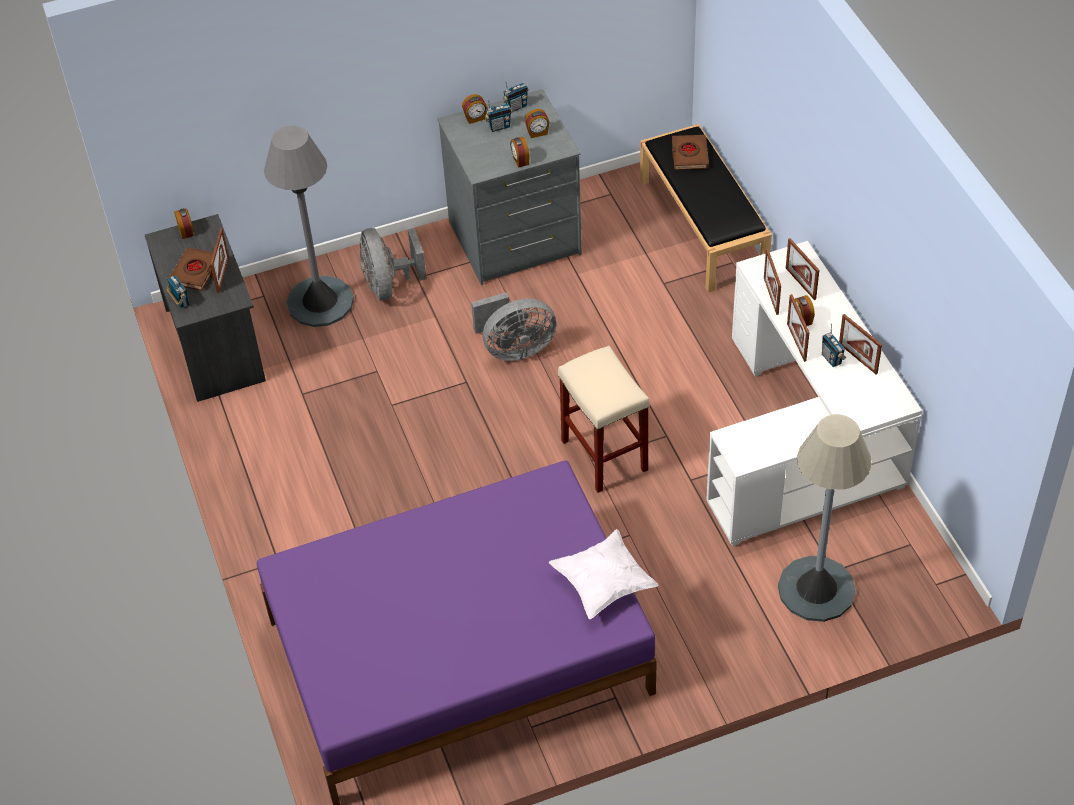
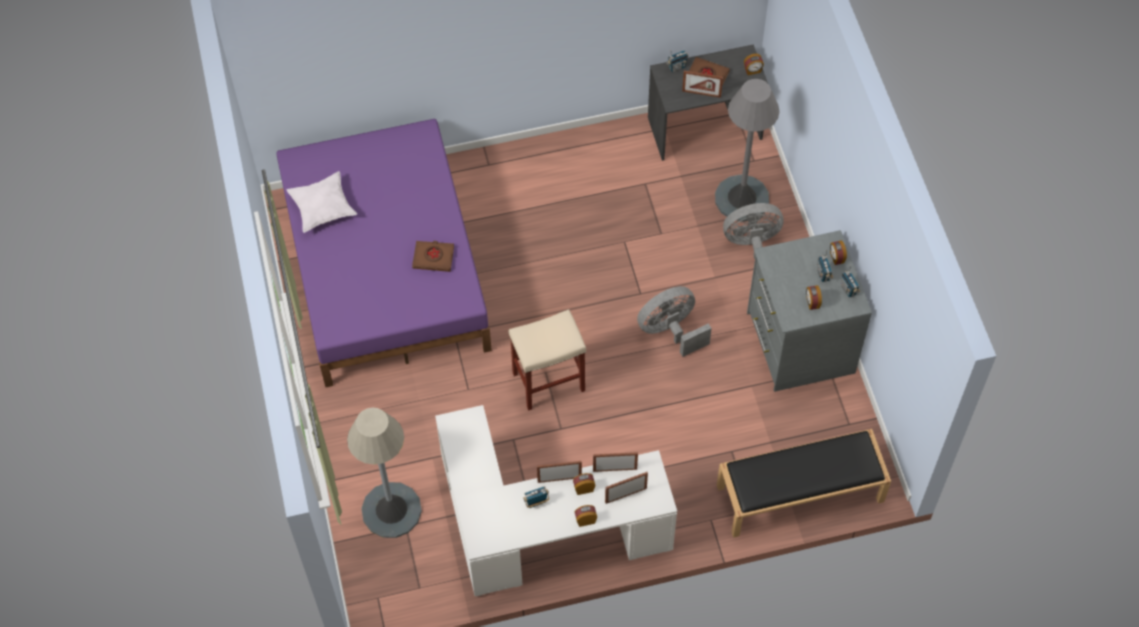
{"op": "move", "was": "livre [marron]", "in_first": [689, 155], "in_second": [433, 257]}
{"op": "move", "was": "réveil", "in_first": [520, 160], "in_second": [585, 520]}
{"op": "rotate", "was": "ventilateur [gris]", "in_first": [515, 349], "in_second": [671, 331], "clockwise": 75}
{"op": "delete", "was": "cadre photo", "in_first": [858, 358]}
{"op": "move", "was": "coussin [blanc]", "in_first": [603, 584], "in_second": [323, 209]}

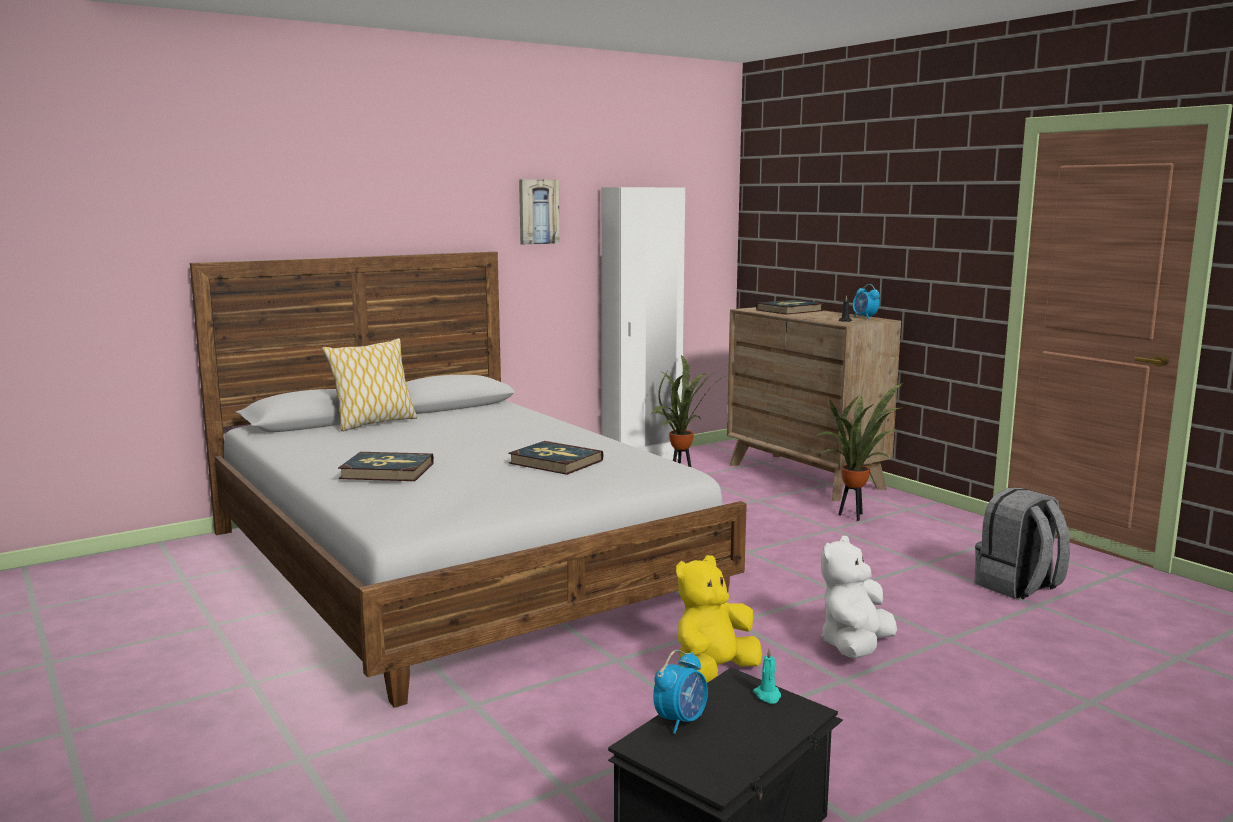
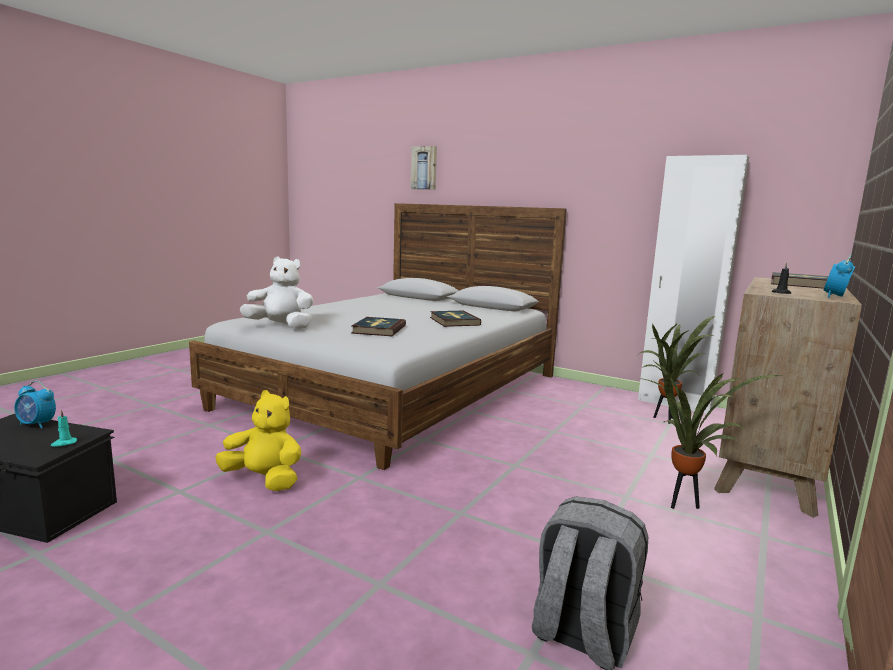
{"op": "move", "was": "tableau", "in_first": [538, 211], "in_second": [424, 168]}
{"op": "delete", "was": "coussin", "in_first": [373, 423]}
{"op": "move", "was": "livre", "in_first": [387, 471], "in_second": [454, 321]}
{"op": "move", "was": "peluche [blanc]", "in_first": [855, 647], "in_second": [281, 326]}

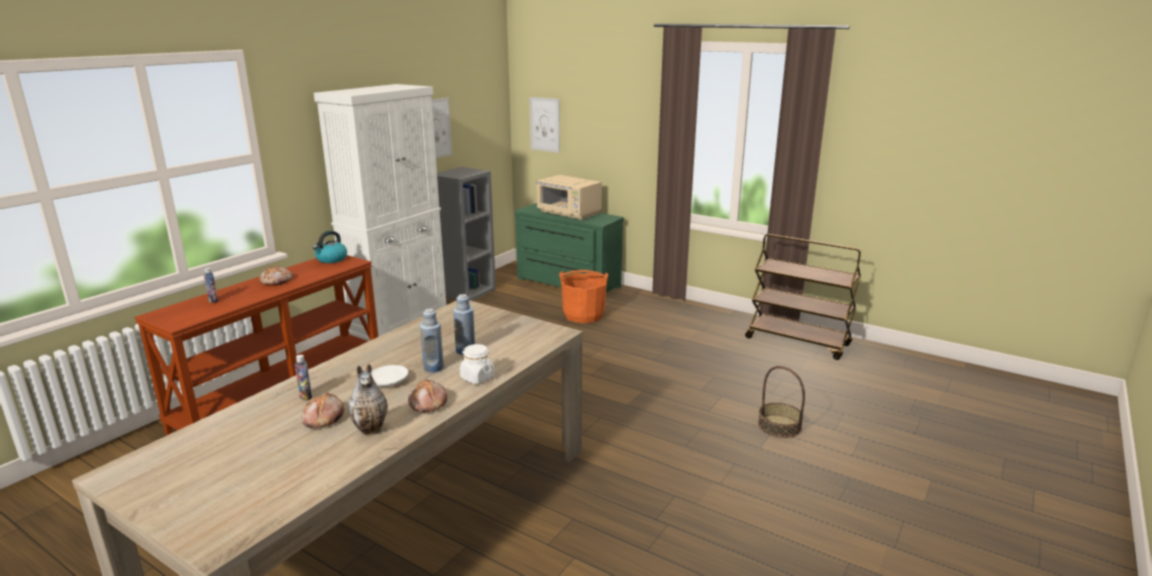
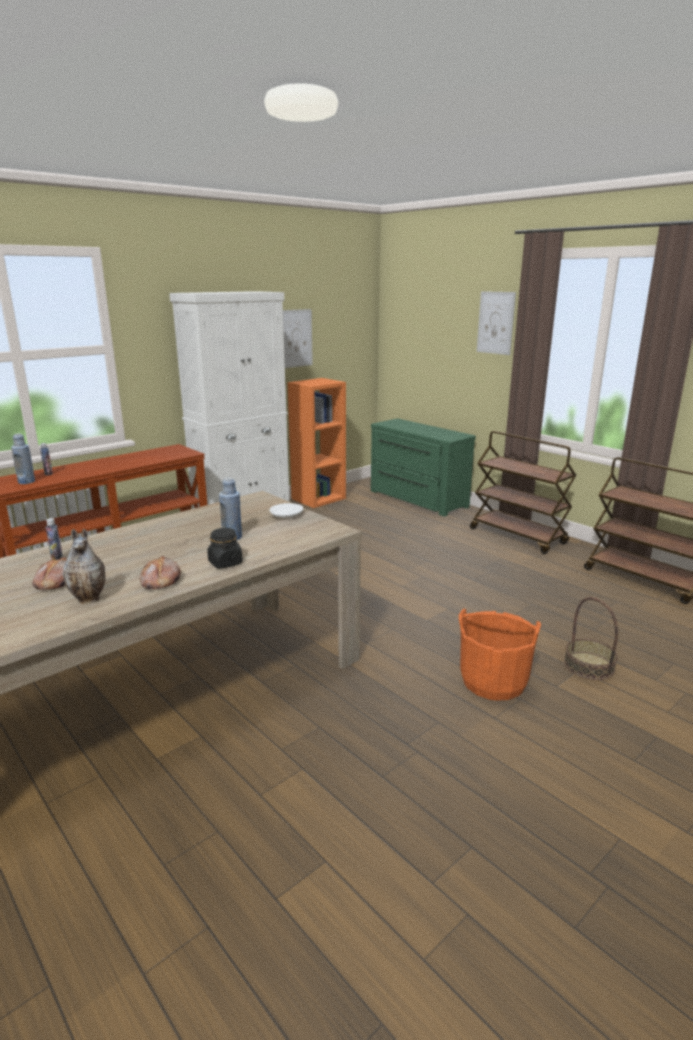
{"op": "move", "was": "tableau", "in_first": [545, 124], "in_second": [495, 323]}
{"op": "recolor", "was": "bibliothèque [gris]", "now": "bibliothèque [orange]", "in_first": [467, 292], "in_second": [318, 498]}
{"op": "delete", "was": "micro-ondes [beige]", "in_first": [569, 214]}
{"op": "delete", "was": "bouilloire", "in_first": [331, 259]}
{"op": "delete", "was": "pain", "in_first": [277, 281]}
{"op": "move", "was": "seau [orange]", "in_first": [583, 315], "in_second": [493, 681]}
{"op": "move", "was": "bouteille [bleu]", "in_first": [433, 368], "in_second": [26, 482]}
{"op": "recolor", "was": "bocal [blanc]", "now": "bocal [noir]", "in_first": [477, 377], "in_second": [225, 563]}
{"op": "move", "was": "assiette [blanc]", "in_first": [388, 381], "in_second": [286, 515]}
{"op": "insert", "now": "chariot [marron]", "in_second": [518, 536]}

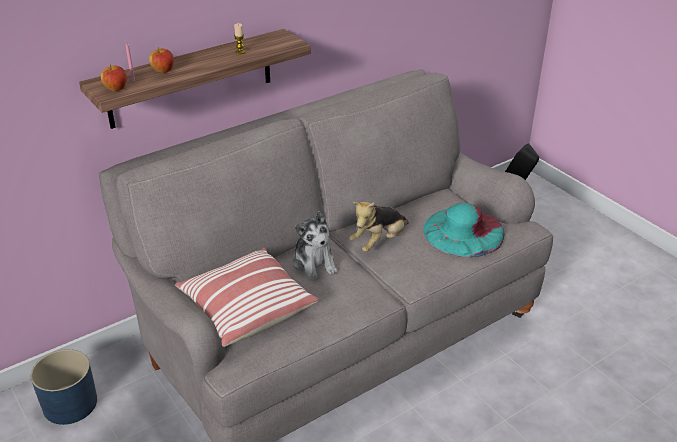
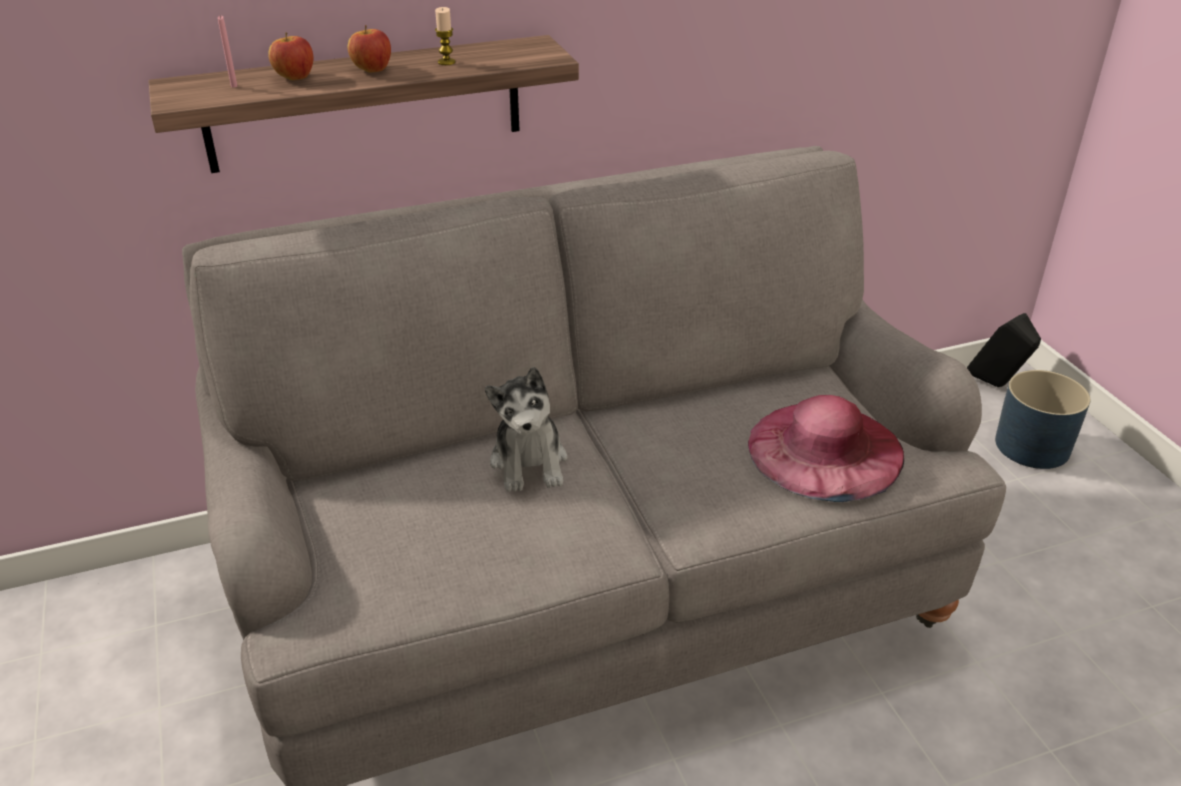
{"op": "move", "was": "pomme", "in_first": [116, 89], "in_second": [372, 70]}
{"op": "delete", "was": "peluche", "in_first": [379, 241]}
{"op": "recolor", "was": "chapeau [turquoise]", "now": "chapeau [rose]", "in_first": [463, 231], "in_second": [825, 450]}
{"op": "delete", "was": "coussin", "in_first": [246, 308]}
{"op": "move", "was": "cache-pot [bleu]", "in_first": [70, 403], "in_second": [1031, 446]}

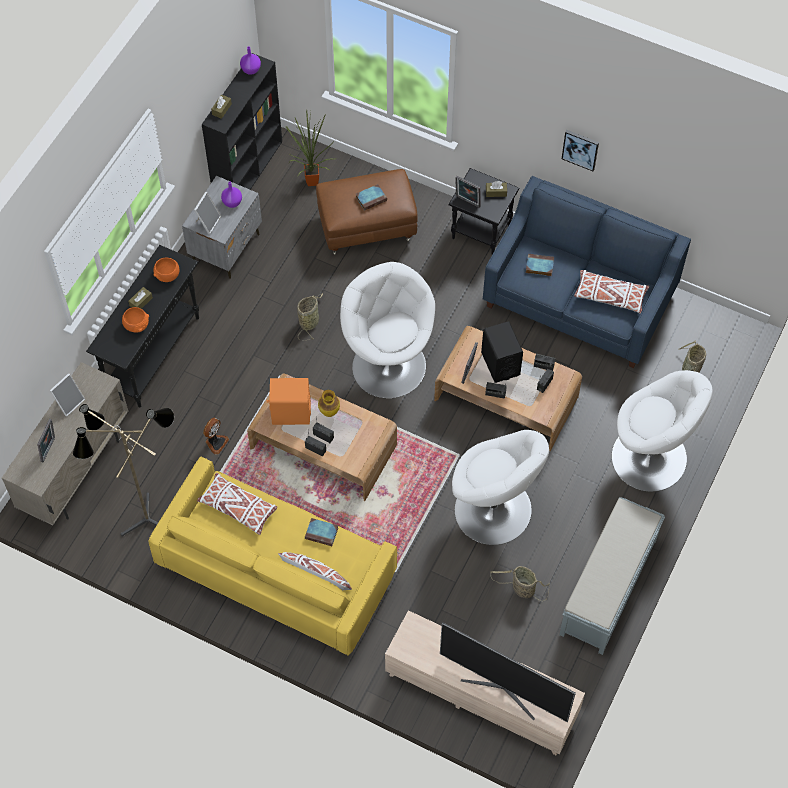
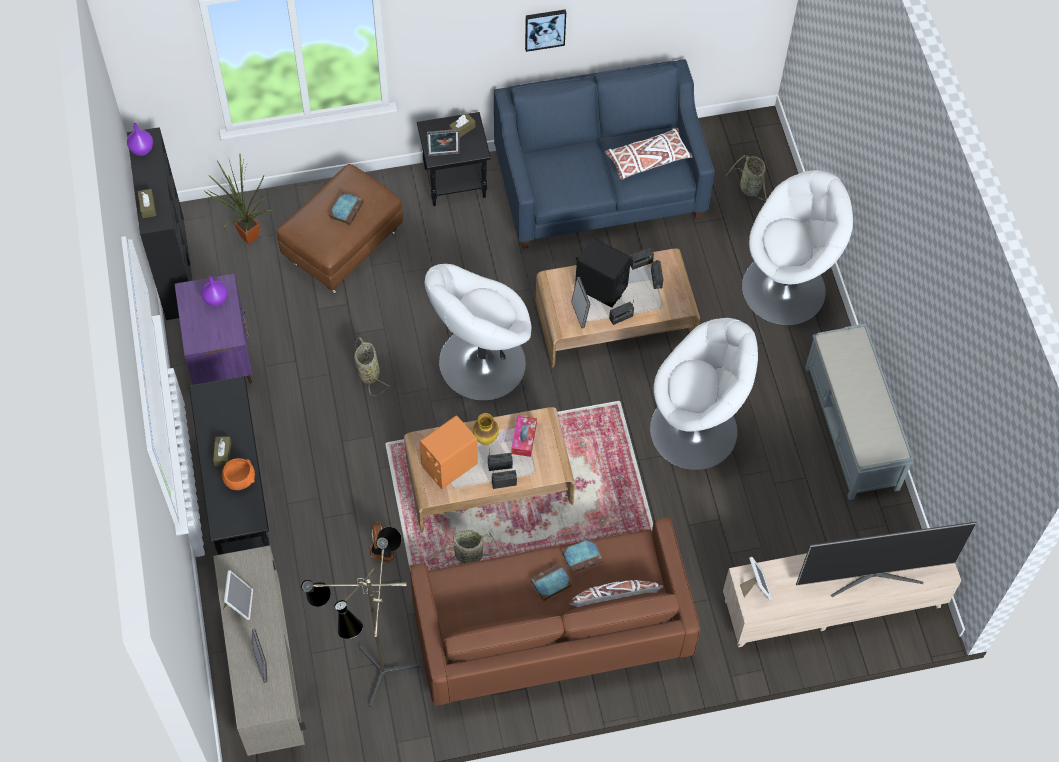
{"op": "recolor", "was": "table de chevet [gris]", "now": "table de chevet [violet]", "in_first": [227, 248], "in_second": [221, 356]}
{"op": "move", "was": "cadre photo", "in_first": [207, 222], "in_second": [755, 587]}
{"op": "move", "was": "livre", "in_first": [539, 266], "in_second": [550, 584]}
{"op": "delete", "was": "bol [orange]", "in_first": [167, 275]}
{"op": "rotate", "was": "fauteuil [blanc]", "in_first": [388, 365], "in_second": [480, 363], "clockwise": -60}
{"op": "recolor", "was": "canapé [jaune]", "now": "canapé [marron]", "in_first": [277, 571], "in_second": [551, 629]}
{"op": "delete", "was": "coussin [blanc]", "in_first": [238, 507]}
{"op": "move", "was": "panier", "in_first": [521, 589], "in_second": [466, 556]}
{"op": "insert", "now": "boîte à mouchoirs", "in_second": [524, 439]}

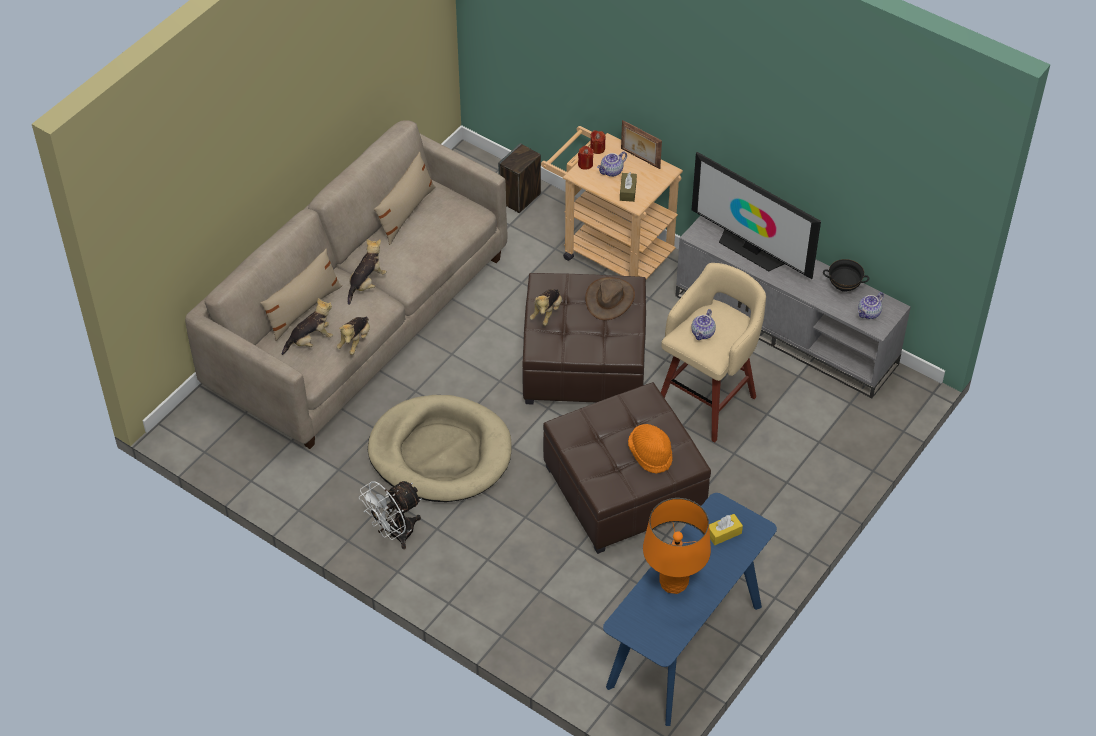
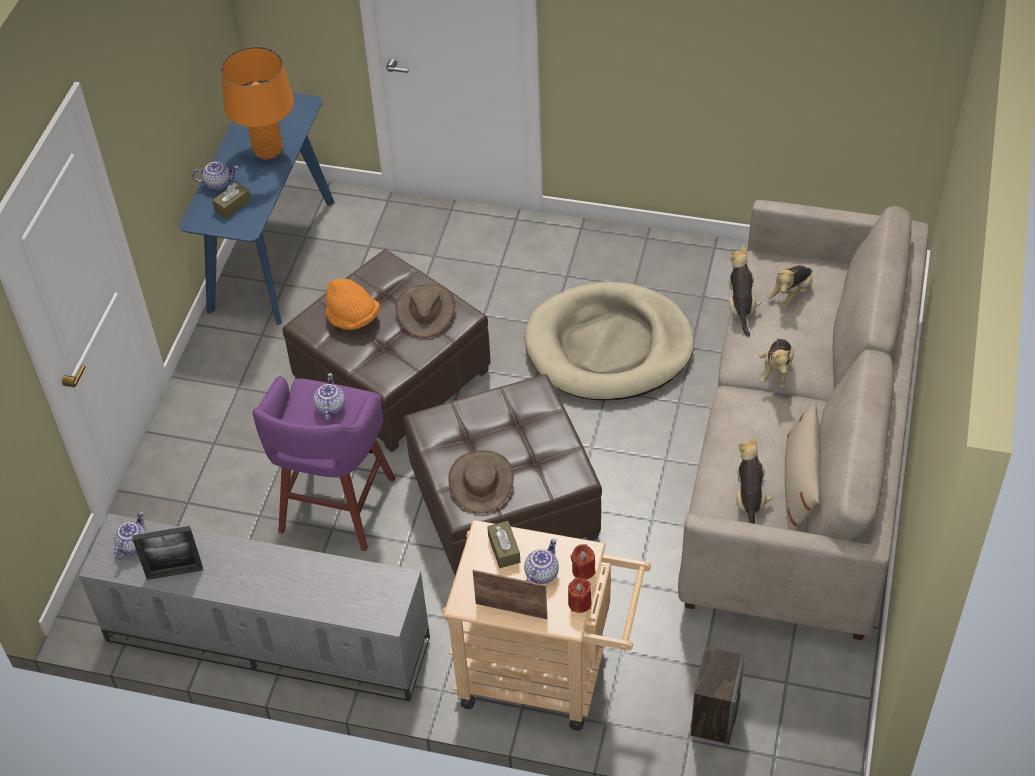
{"op": "delete", "was": "téléviseur", "in_first": [751, 249]}
{"op": "delete", "was": "coussin [beige]", "in_first": [303, 309]}
{"op": "replace", "was": "bol [noir]", "now": "cadre photo", "in_first": [843, 287], "in_second": [174, 572]}
{"op": "recolor", "was": "tabouret [beige]", "now": "tabouret [violet]", "in_first": [708, 400], "in_second": [335, 508]}
{"op": "move", "was": "peluche", "in_first": [547, 313], "in_second": [749, 500]}
{"op": "delete", "was": "ventilateur [blanc]", "in_first": [394, 534]}
{"op": "recolor", "was": "boîte à mouchoirs [jaune]", "now": "boîte à mouchoirs [marron]", "in_first": [724, 533], "in_second": [232, 205]}
{"op": "insert", "now": "théière", "in_second": [218, 183]}
{"op": "insert", "now": "chapeau [marron]", "in_second": [425, 311]}

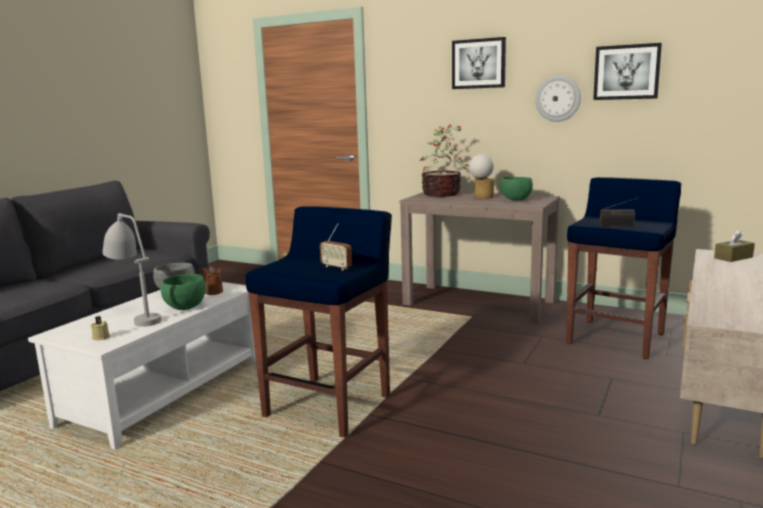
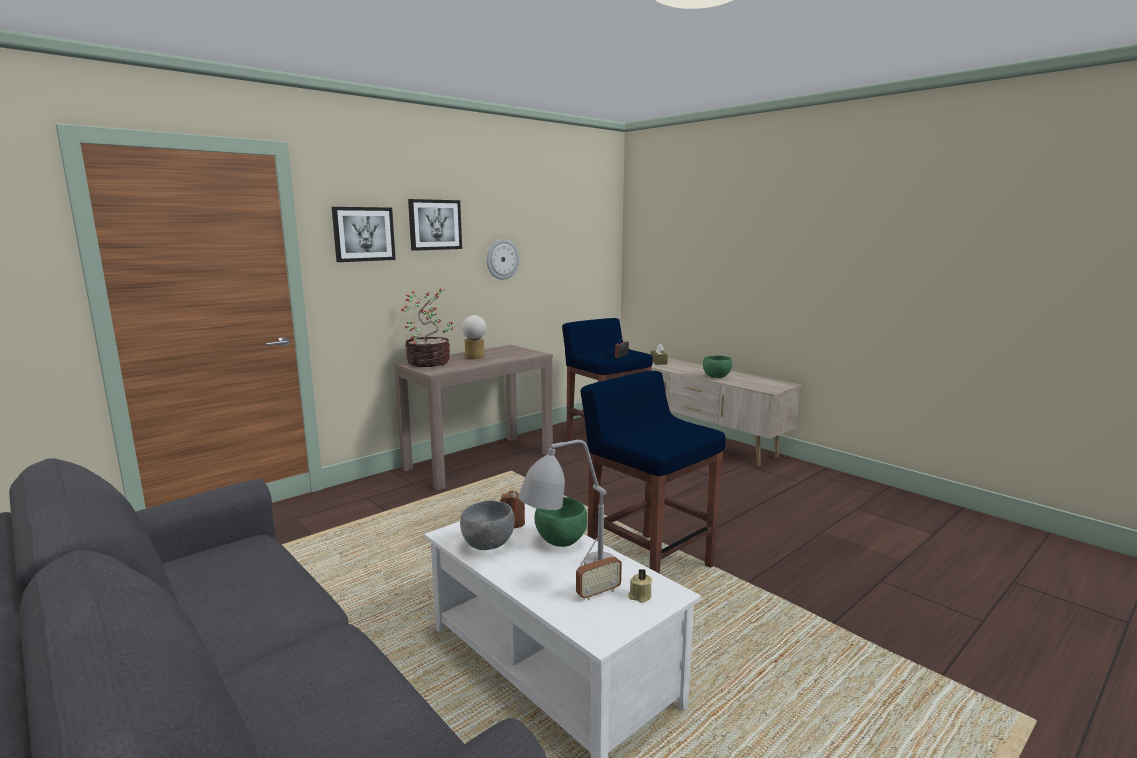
{"op": "move", "was": "tableau", "in_first": [626, 72], "in_second": [363, 234]}
{"op": "move", "was": "bol [vert]", "in_first": [516, 200], "in_second": [717, 377]}
{"op": "move", "was": "radio", "in_first": [336, 267], "in_second": [598, 593]}

